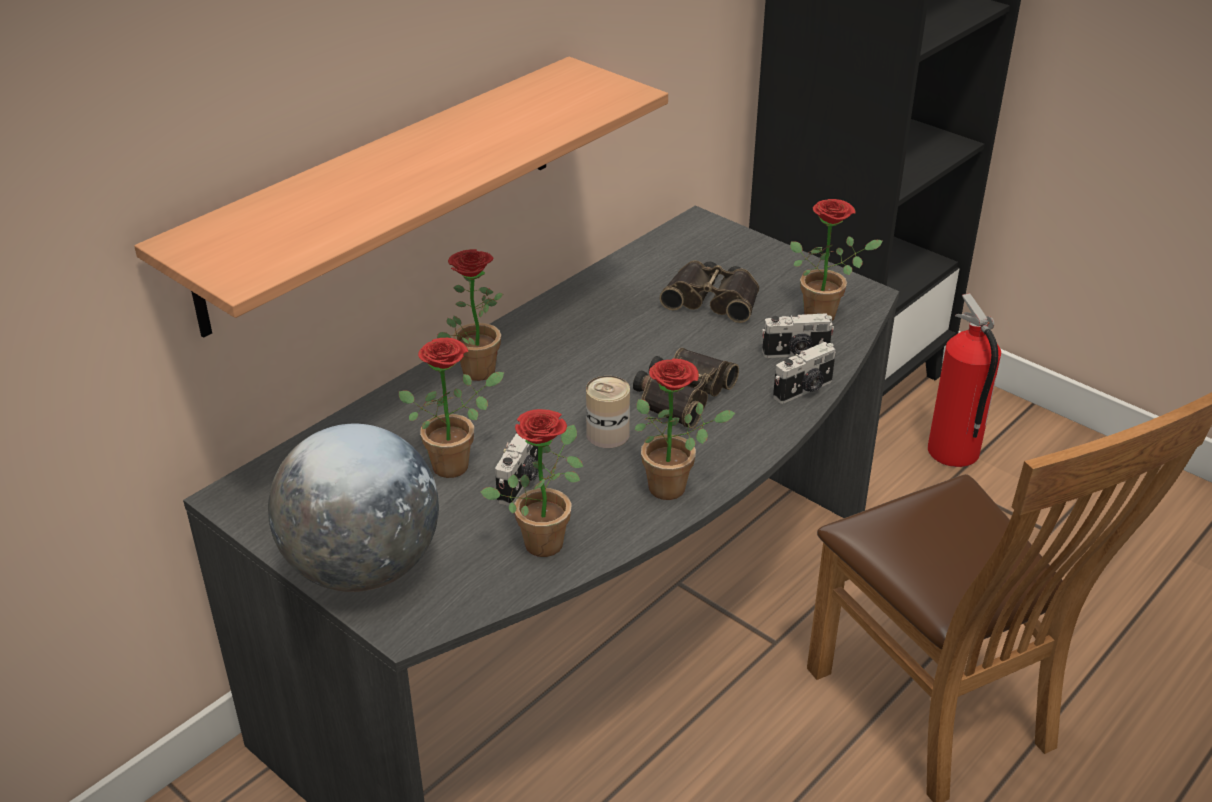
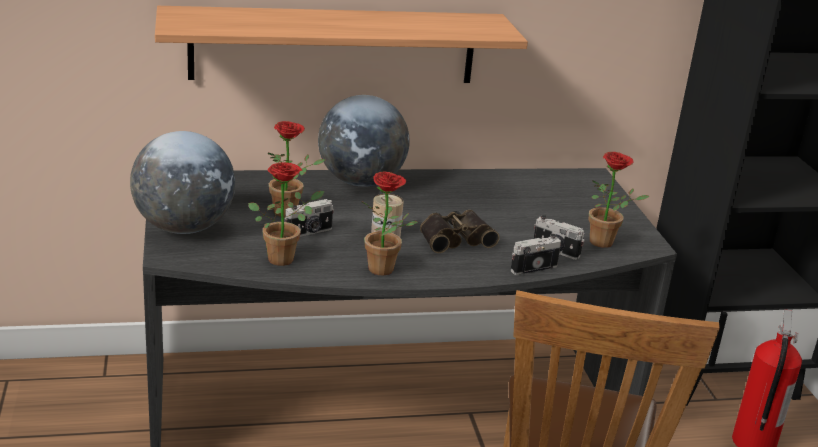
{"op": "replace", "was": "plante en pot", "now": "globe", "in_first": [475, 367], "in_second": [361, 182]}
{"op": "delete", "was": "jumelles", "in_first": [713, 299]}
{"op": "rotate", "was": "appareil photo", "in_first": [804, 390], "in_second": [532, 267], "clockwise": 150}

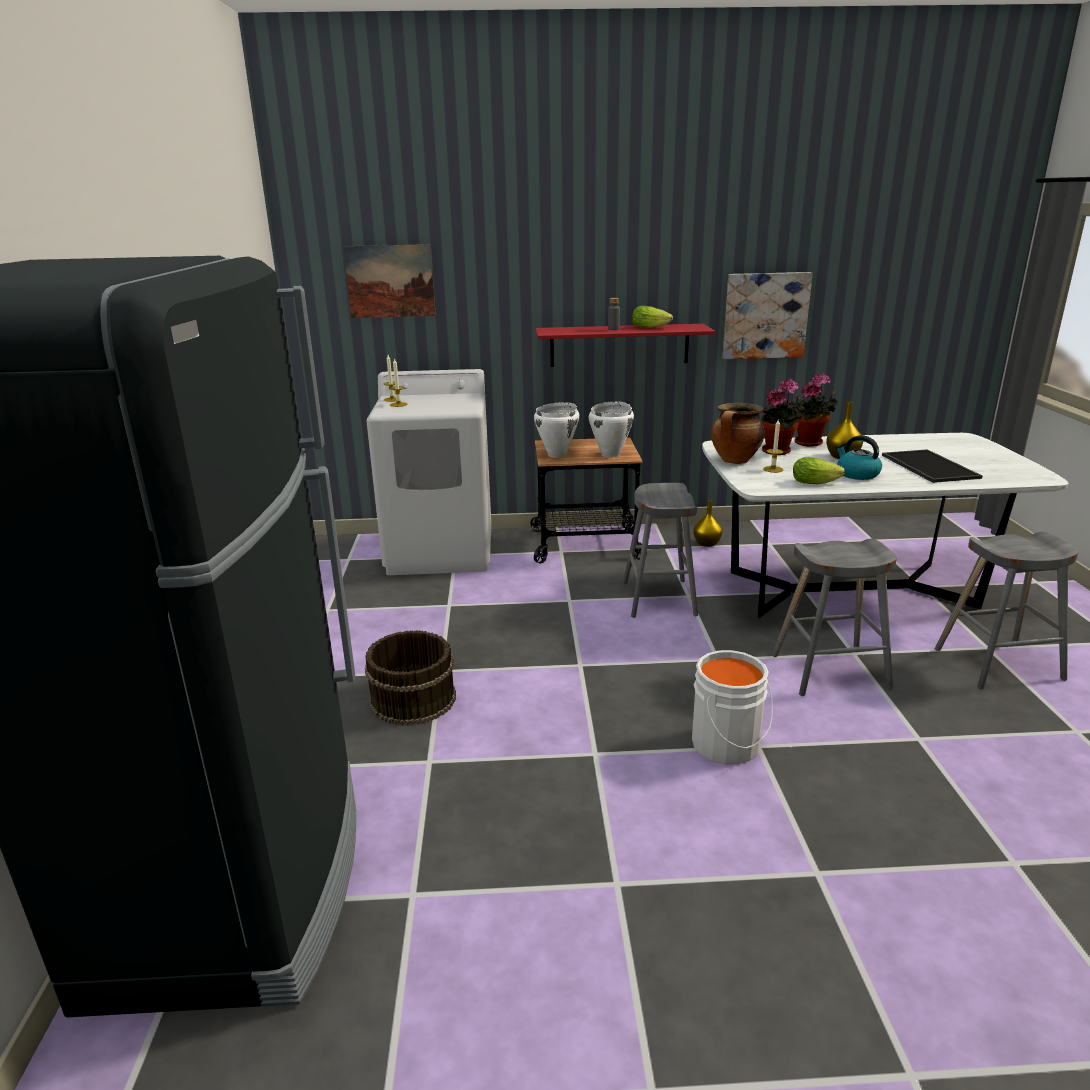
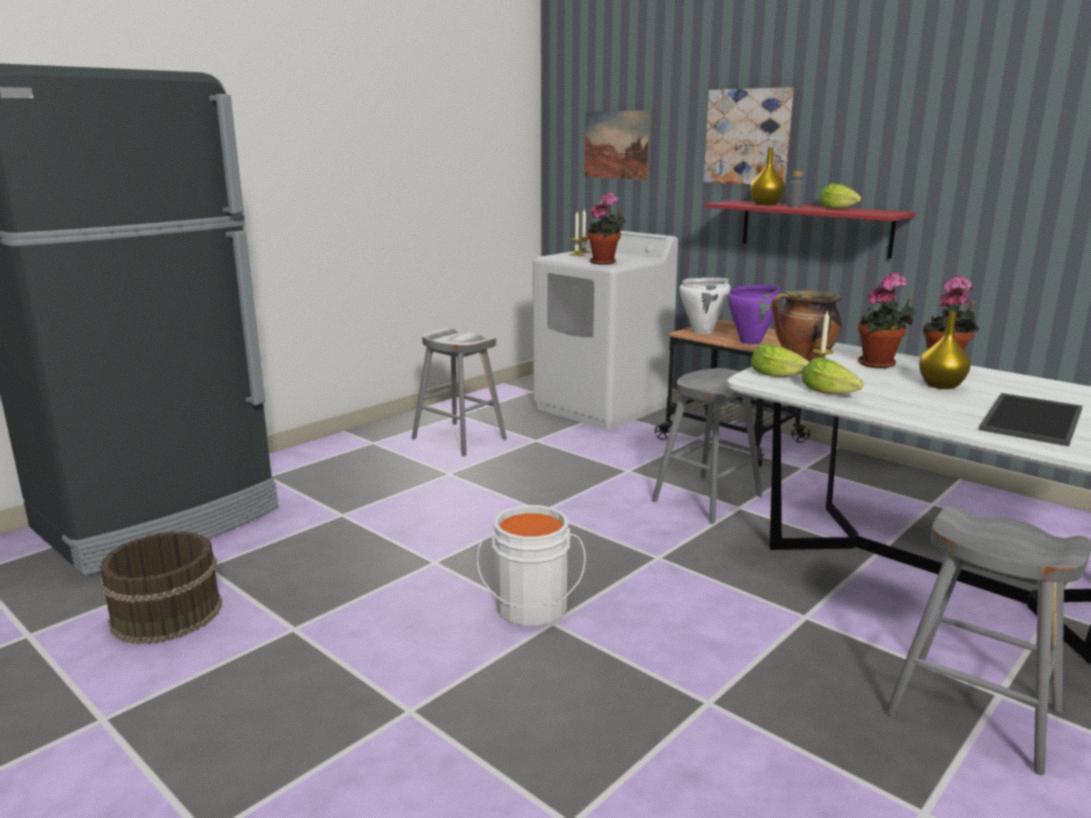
{"op": "move", "was": "tableau", "in_first": [765, 315], "in_second": [748, 137]}
{"op": "recolor", "was": "marmite [blanc]", "now": "marmite [violet]", "in_first": [611, 454], "in_second": [751, 342]}
{"op": "delete", "was": "bouilloire", "in_first": [857, 474]}
{"op": "move", "was": "vase [jaune]", "in_first": [707, 543], "in_second": [766, 204]}
{"op": "move", "was": "tabouret [gris]", "in_first": [830, 671], "in_second": [459, 439]}
{"op": "move", "was": "seau [marron]", "in_first": [411, 699], "in_second": [165, 613]}
{"op": "insert", "now": "plante en pot", "in_second": [605, 262]}
{"op": "insert", "now": "laitue", "in_second": [779, 376]}

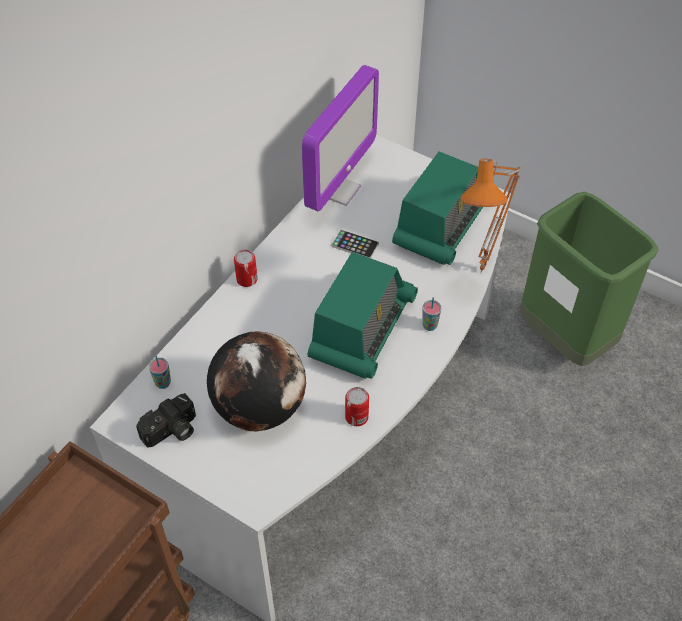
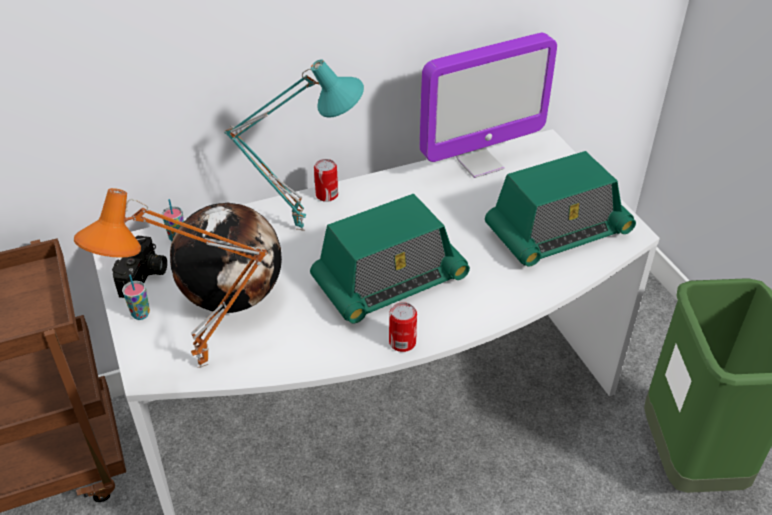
{"op": "move", "was": "lampe de table [orange]", "in_first": [485, 272], "in_second": [204, 369]}
{"op": "delete", "was": "téléphone", "in_first": [355, 245]}
{"op": "move", "was": "tasse", "in_first": [429, 325], "in_second": [141, 314]}
{"op": "move", "was": "boîte métallique", "in_first": [356, 417], "in_second": [402, 342]}
{"op": "rotate", "was": "appareil photo", "in_first": [172, 431], "in_second": [144, 277], "clockwise": -75}
{"op": "insert", "now": "lampe de table [turquoise]", "in_second": [302, 227]}

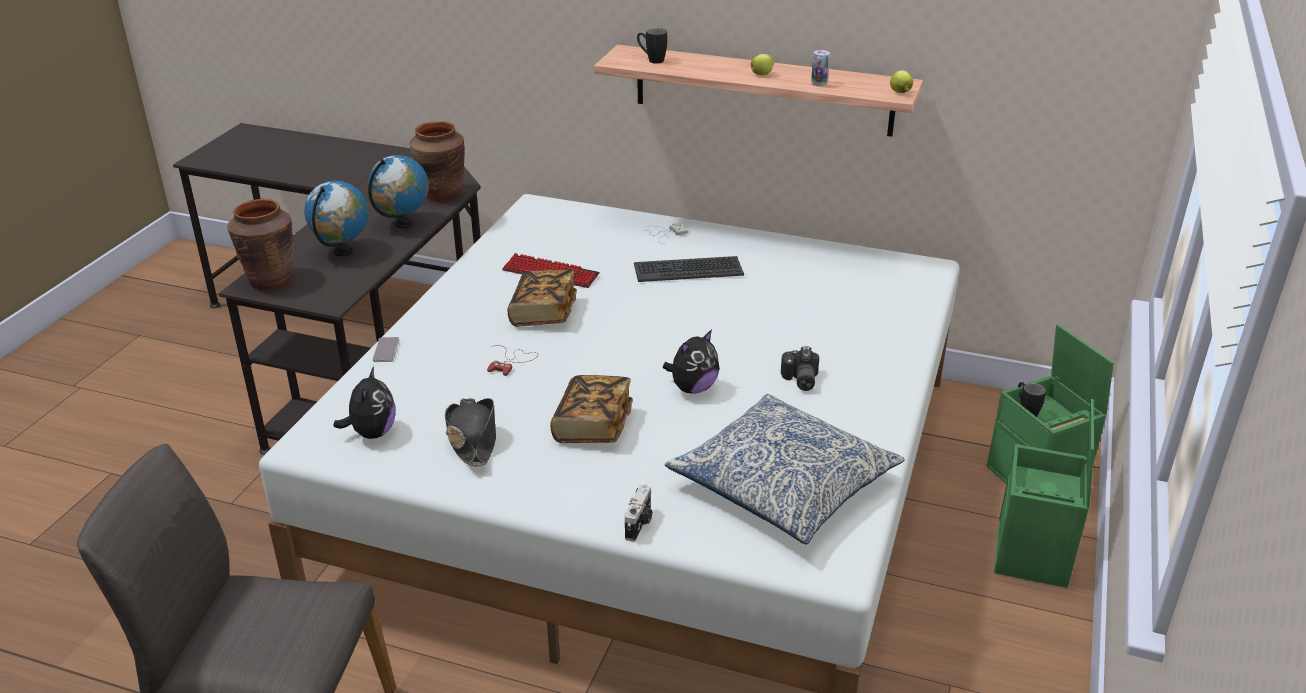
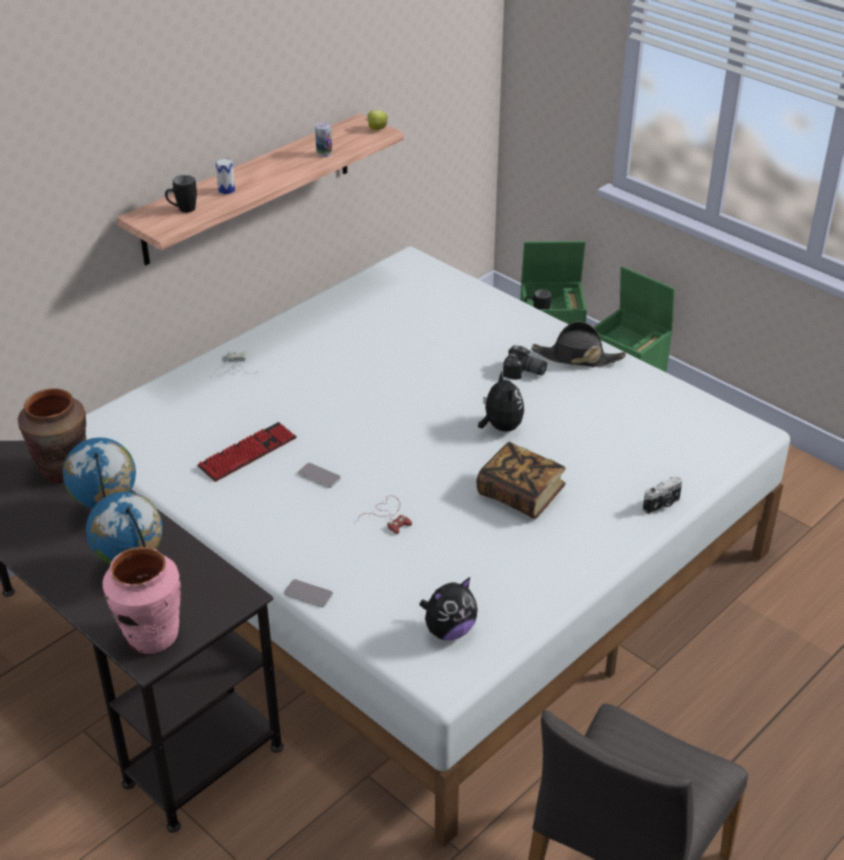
{"op": "delete", "was": "pomme", "in_first": [762, 74]}
{"op": "recolor", "was": "vase [marron]", "now": "vase [rose]", "in_first": [271, 281], "in_second": [151, 636]}
{"op": "delete", "was": "clavier", "in_first": [688, 270]}
{"op": "replace", "was": "livre", "now": "téléphone", "in_first": [543, 313], "in_second": [319, 476]}
{"op": "rotate", "was": "peluche", "in_first": [372, 433], "in_second": [449, 630], "clockwise": 120}
{"op": "delete", "was": "coussin", "in_first": [783, 483]}
{"op": "move", "was": "chapeau [noir]", "in_first": [472, 438], "in_second": [577, 357]}
{"op": "rotate", "was": "appareil photo", "in_first": [639, 524], "in_second": [662, 505], "clockwise": 105}
{"op": "insert", "now": "boîte métallique", "in_second": [226, 190]}

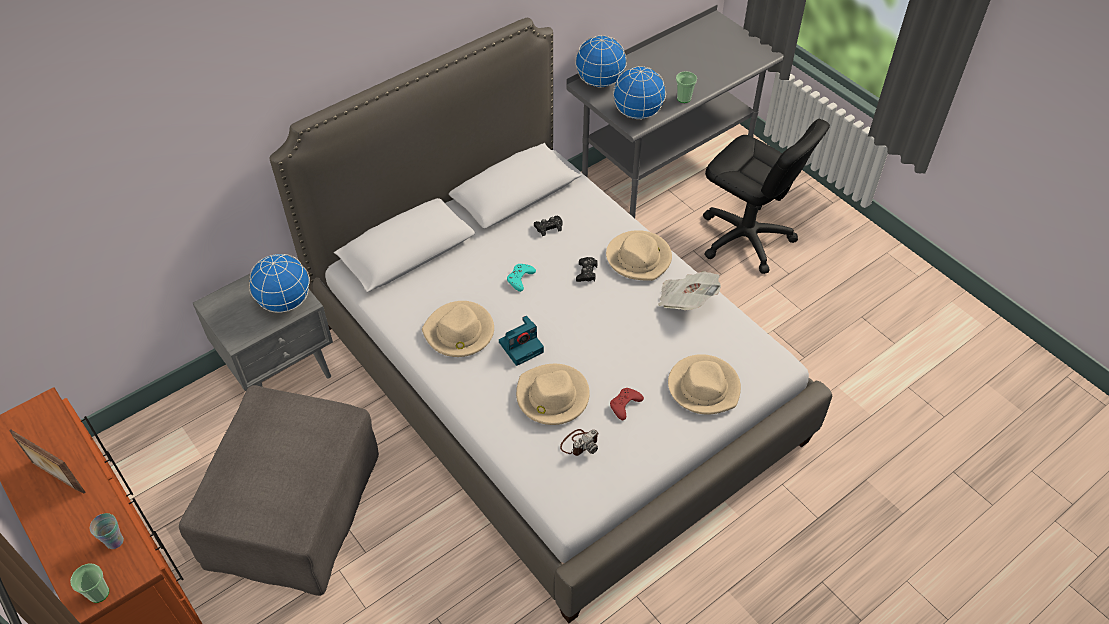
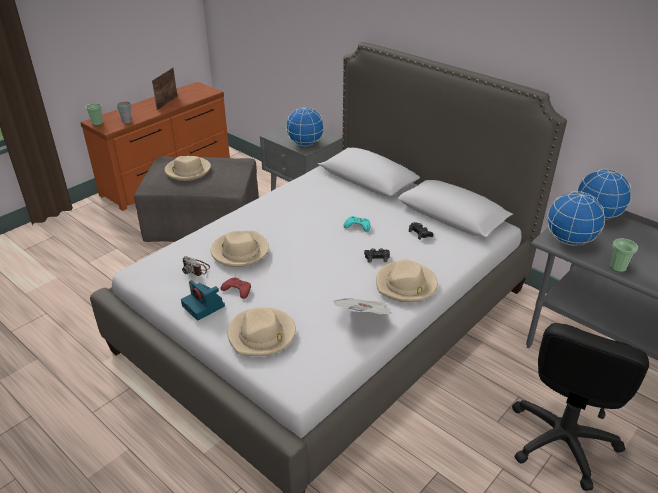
{"op": "move", "was": "chapeau [beige]", "in_first": [459, 332], "in_second": [187, 171]}
{"op": "move", "was": "appareil photo", "in_first": [521, 346], "in_second": [204, 306]}

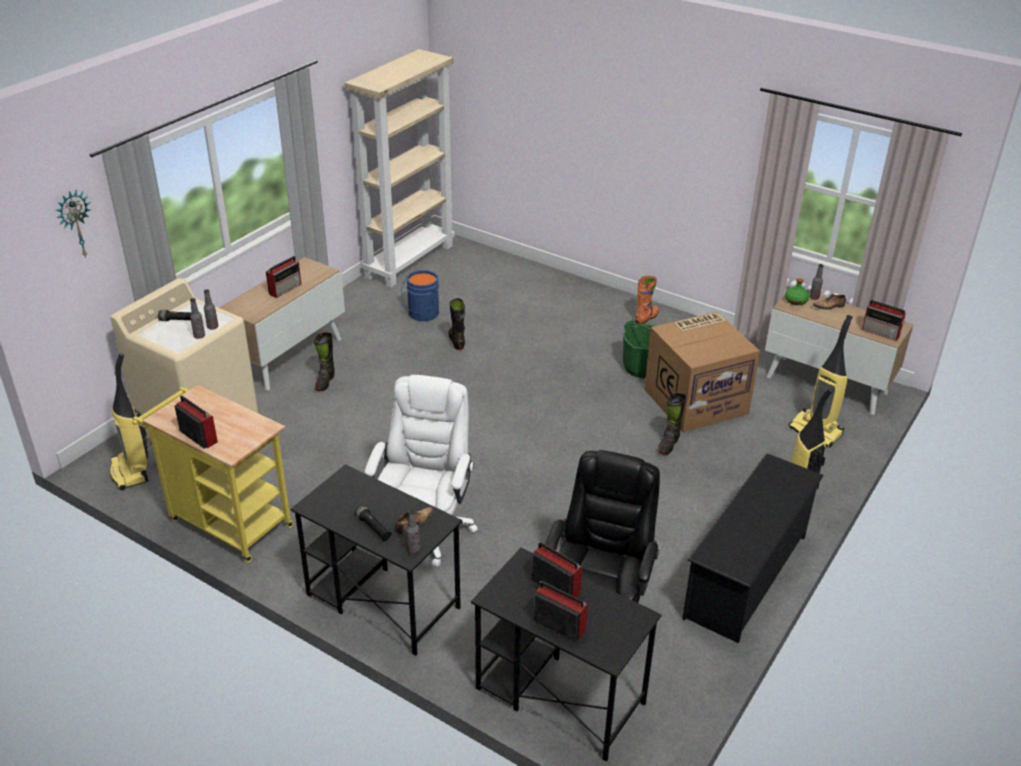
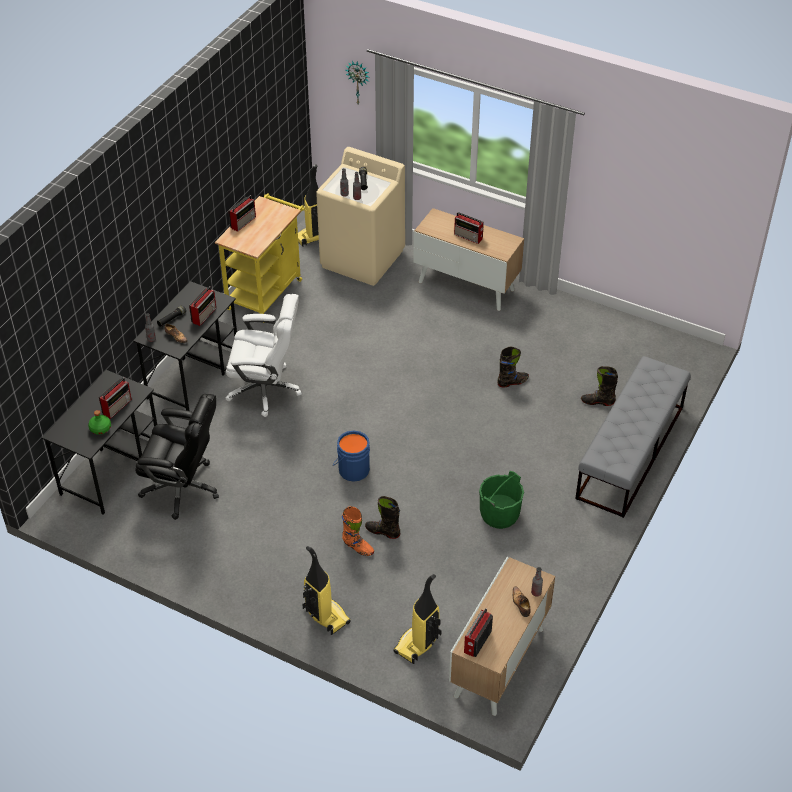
{"op": "delete", "was": "bibliothèque [beige]", "in_first": [409, 261]}
{"op": "move", "was": "seau [bleu]", "in_first": [422, 314], "in_second": [352, 469]}
{"op": "move", "was": "botte [orange]", "in_first": [646, 318], "in_second": [358, 547]}
{"op": "move", "was": "bouteille [vert]", "in_first": [795, 301], "in_second": [100, 428]}
{"op": "delete", "was": "carton", "in_first": [696, 400]}
{"op": "move", "was": "botte [noir]", "in_first": [325, 382], "in_second": [597, 402]}
{"op": "delete", "was": "étagère à chaussures [noir]", "in_first": [746, 576]}
{"op": "move", "was": "radio", "in_first": [558, 624], "in_second": [204, 315]}
{"op": "insert", "now": "banc [gris]", "in_second": [630, 452]}

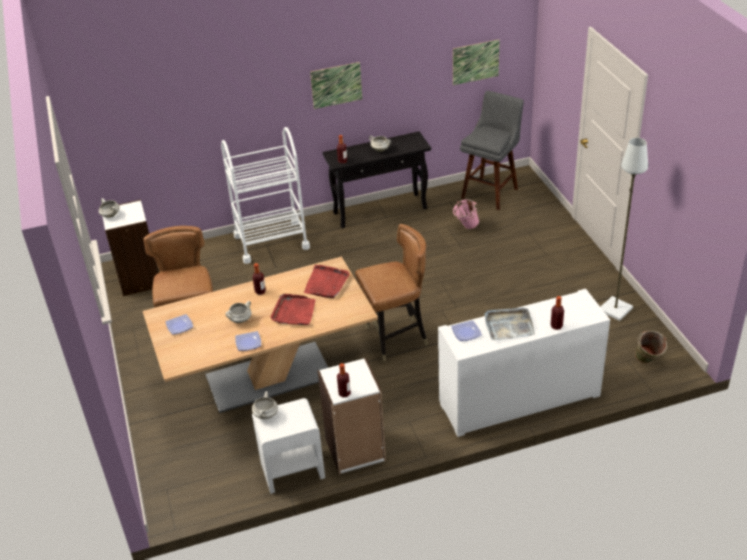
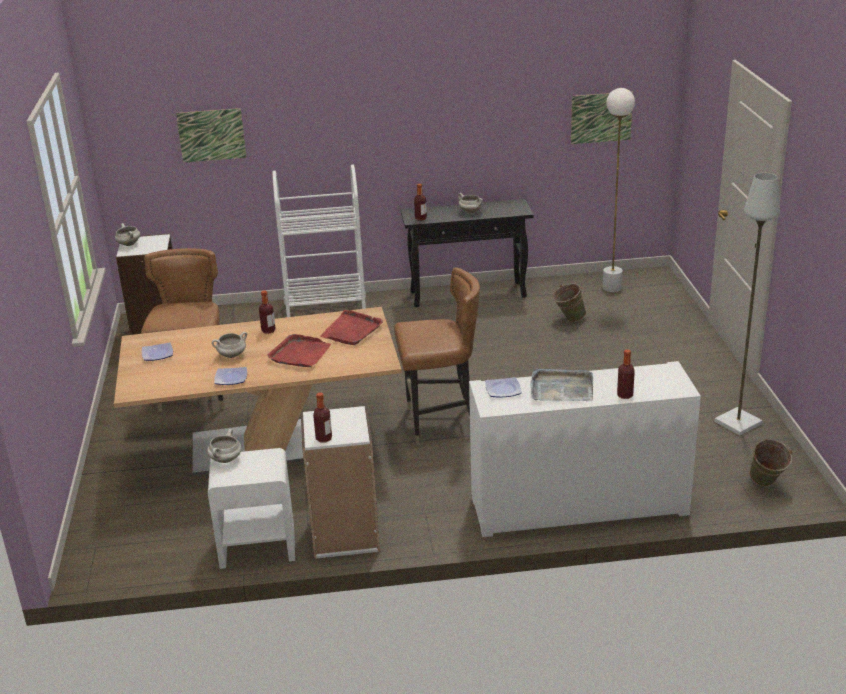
{"op": "move", "was": "tableau", "in_first": [336, 85], "in_second": [211, 135]}
{"op": "replace", "was": "tabouret [gris]", "now": "lampadaire [blanc]", "in_first": [491, 192], "in_second": [612, 288]}
{"op": "recolor", "was": "seau [rose]", "now": "seau [vert]", "in_first": [465, 227], "in_second": [568, 319]}

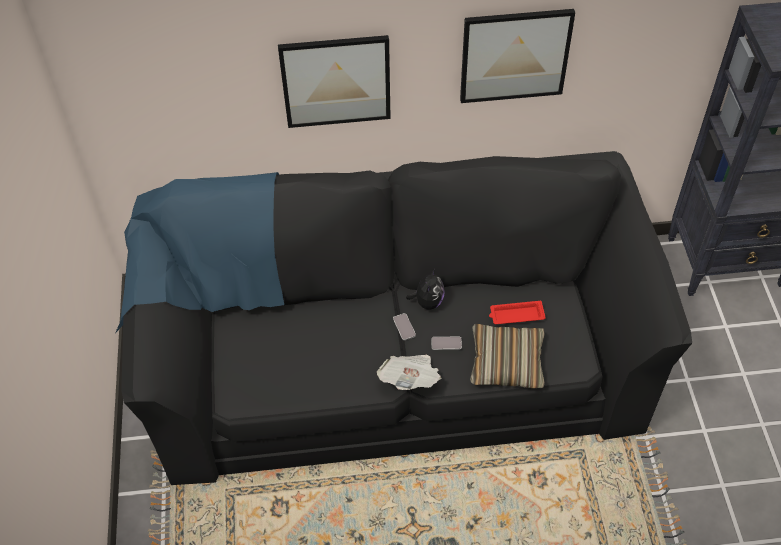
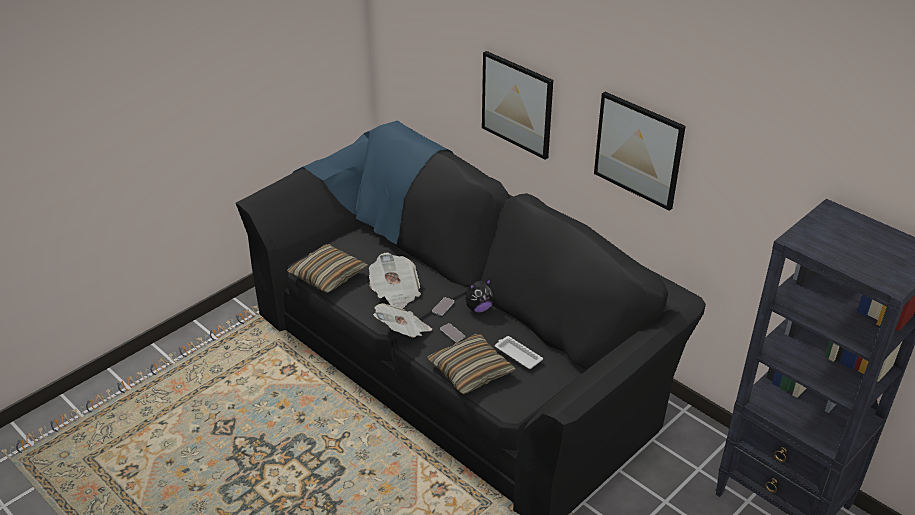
{"op": "recolor", "was": "plateau [rouge]", "now": "plateau [blanc]", "in_first": [516, 315], "in_second": [517, 355]}
{"op": "insert", "now": "coussin", "in_second": [328, 276]}
{"op": "insert", "now": "journal", "in_second": [395, 292]}

